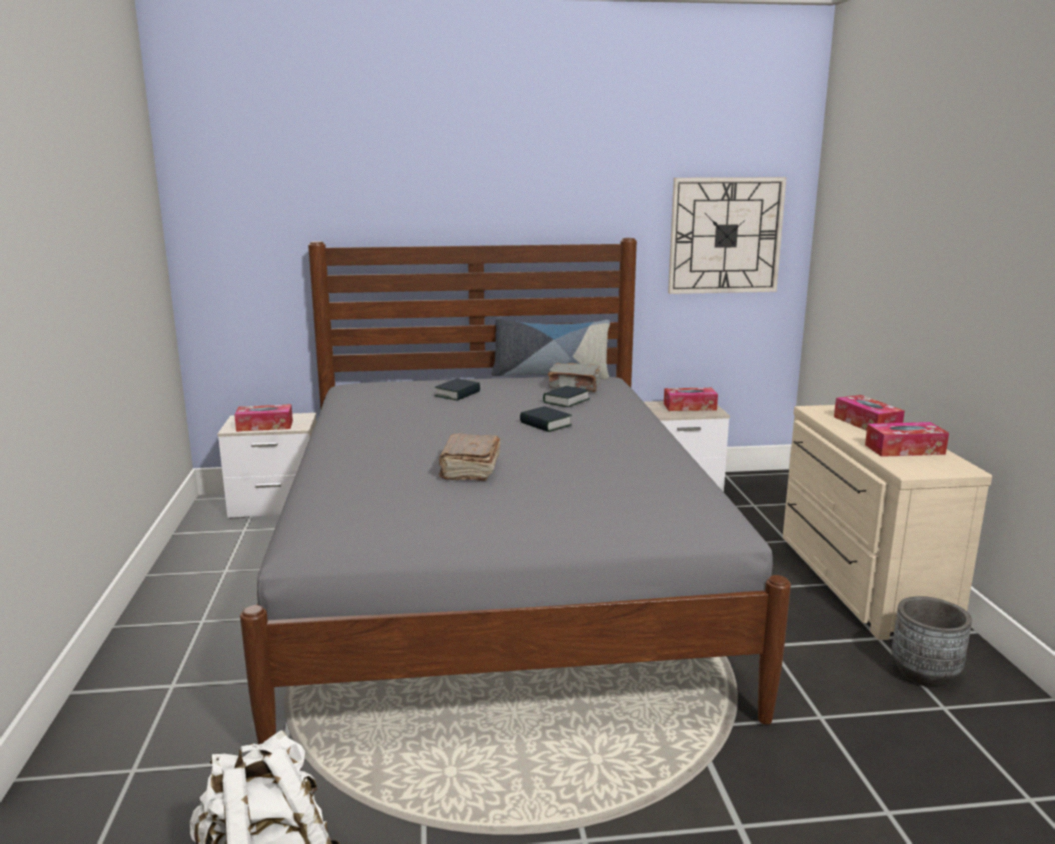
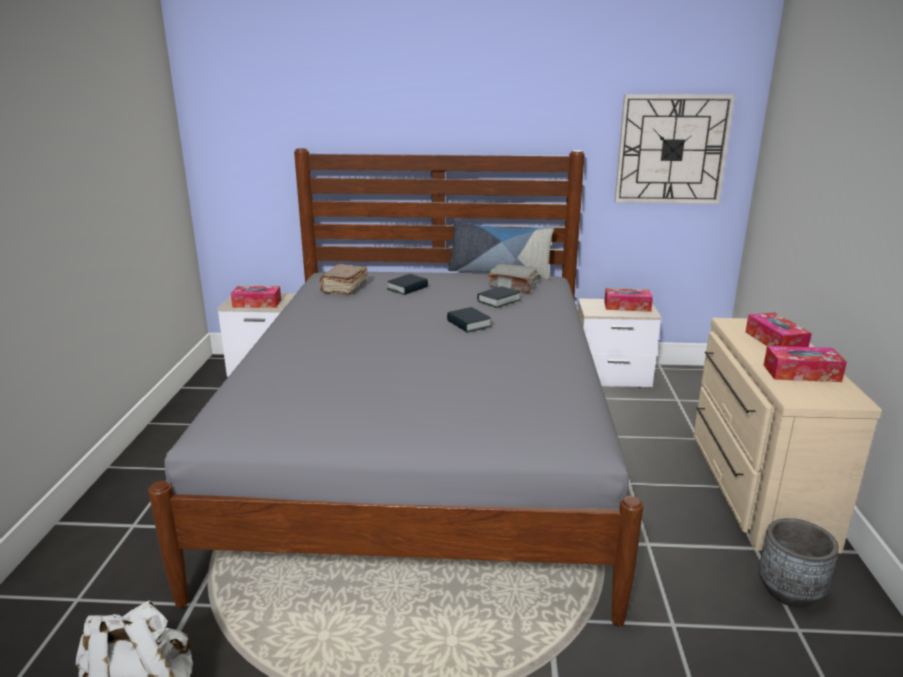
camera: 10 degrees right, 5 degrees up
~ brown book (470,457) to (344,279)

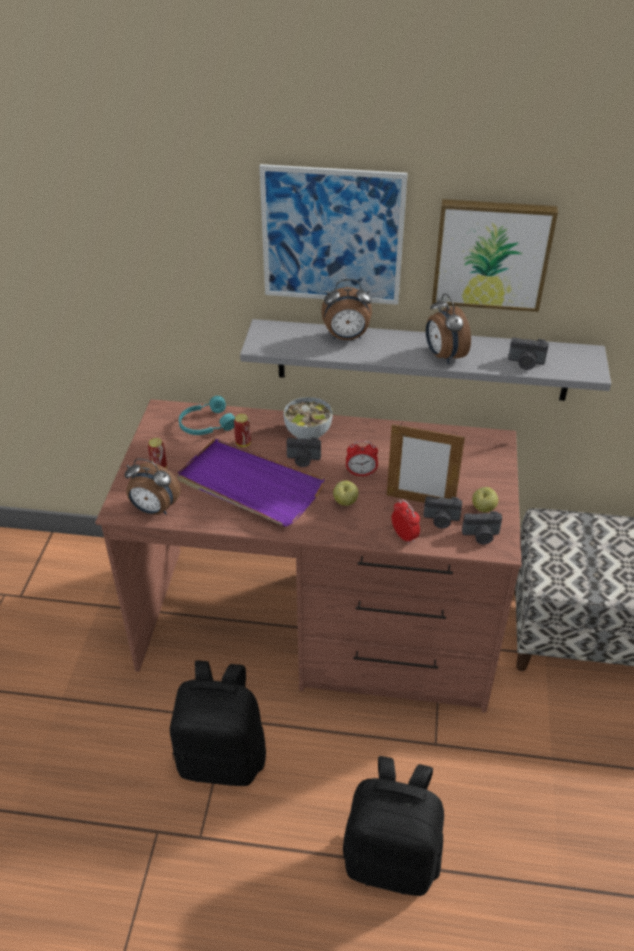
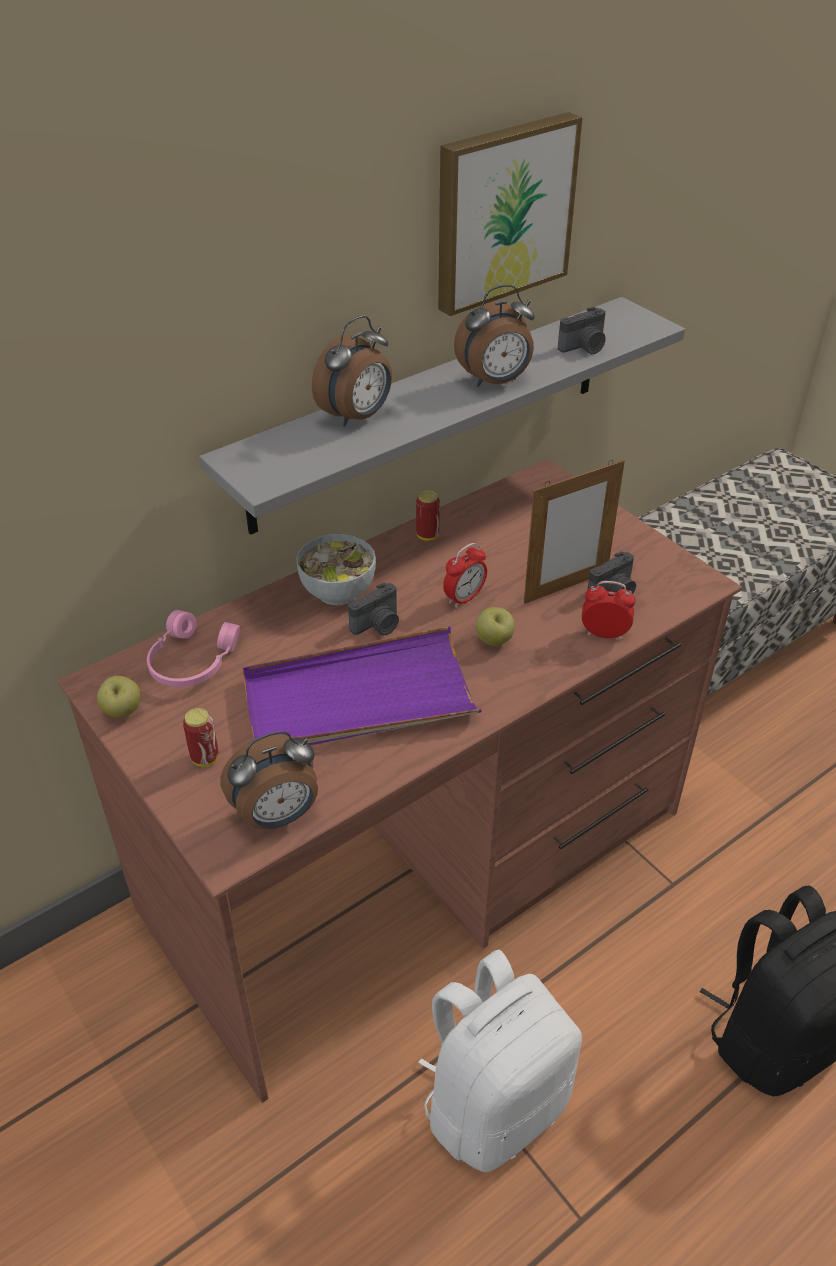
camera: 45 degrees left, 0 degrees up
- picture (333,234)
~ alarm clock (448,329) = (494,336) 45 degrees counterclockwise
~ turquoise headphones (207,415) to pink headphones (193,648)
~ can (242,430) to (428,515)
~ apple (485,499) to (119,697)
- photo camera (482,528)
~ black backpack (218,723) to white backpack (500,1061)

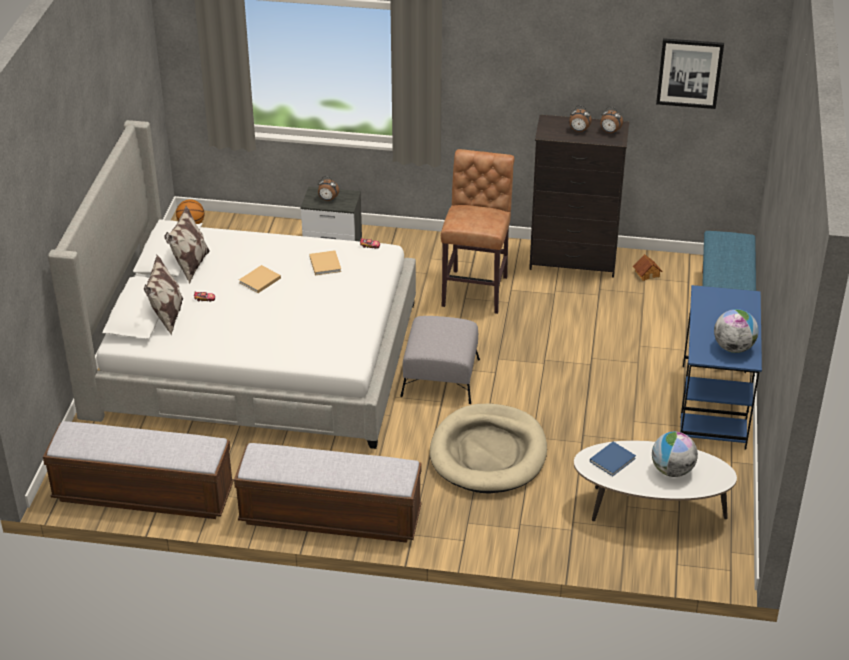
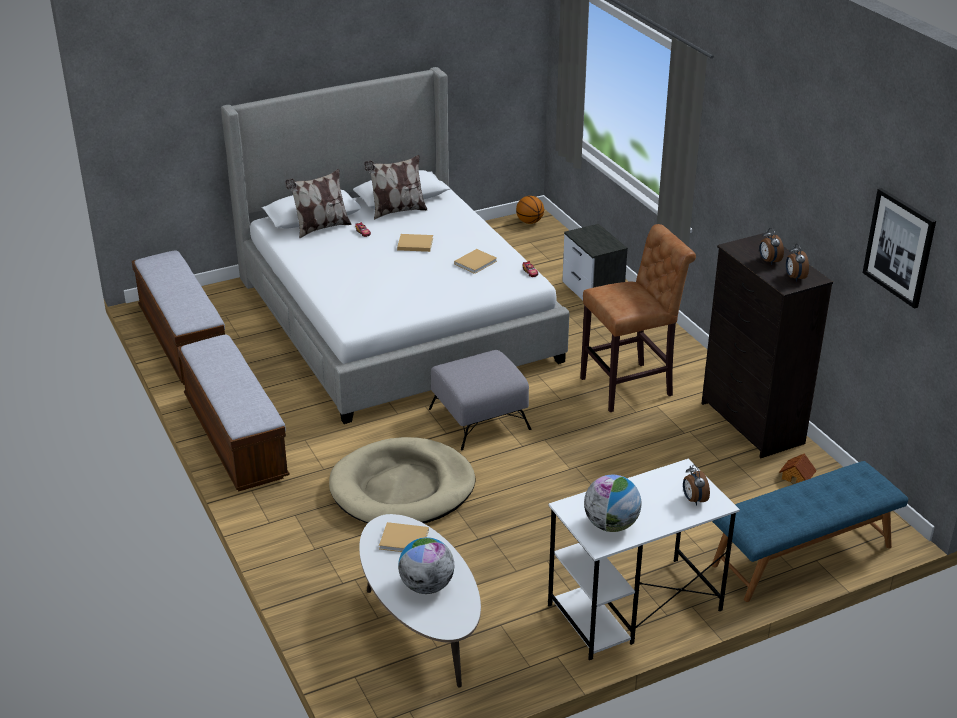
camera: 55 degrees right, 5 degrees down
~ alarm clock (328,188) to (696,485)
~ blue desk (721,367) to white desk (644,559)
~ blue book (613,459) to beige book (404,537)

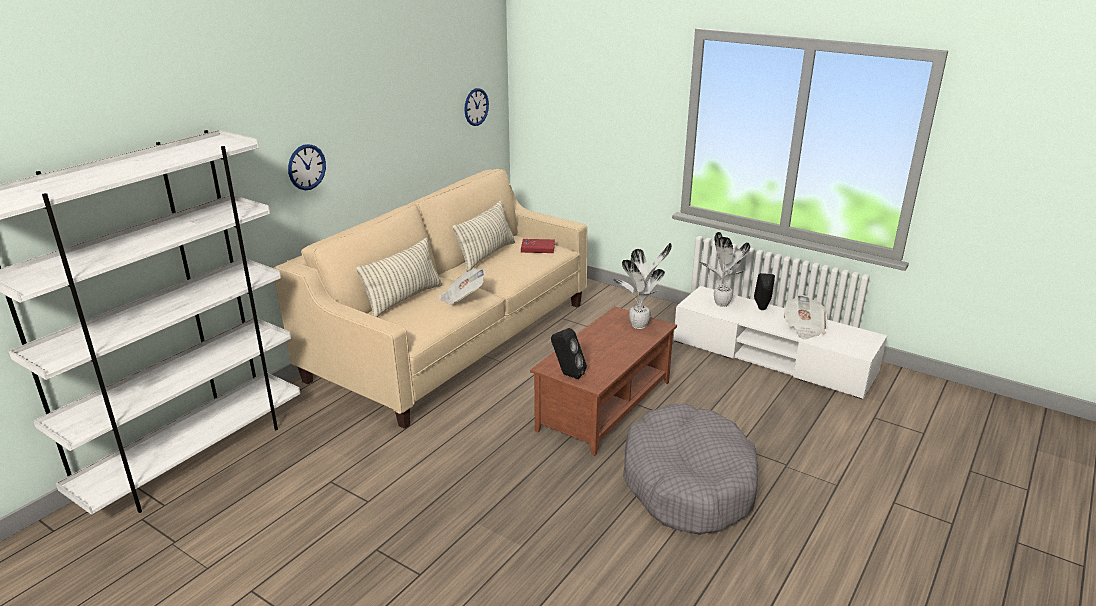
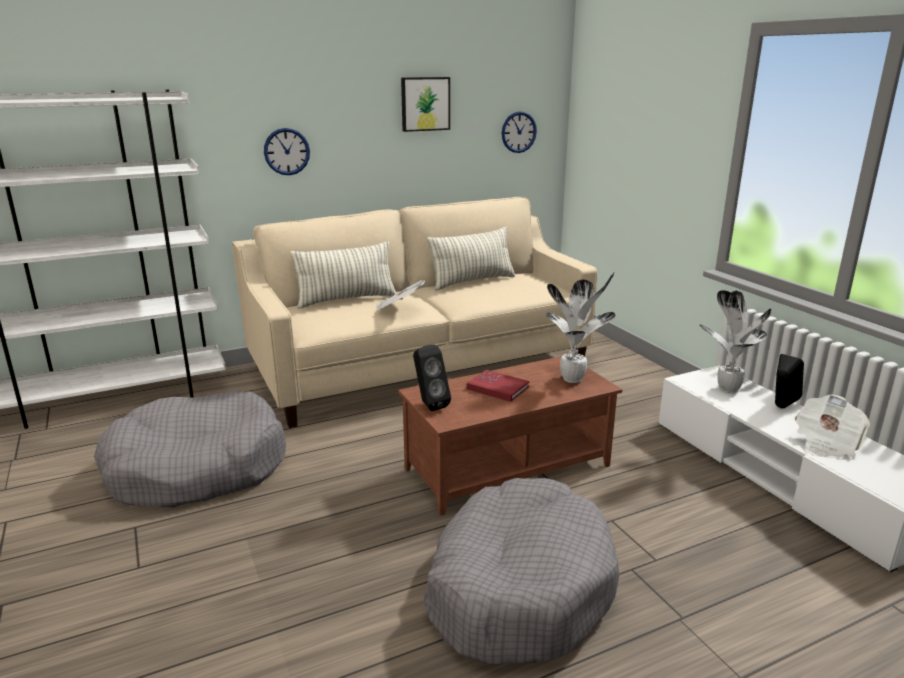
camera: 30 degrees right, 5 degrees down
~ red book (538,246) to (498,386)
+ picture (425,104)
+ grey dog bed (190,449)

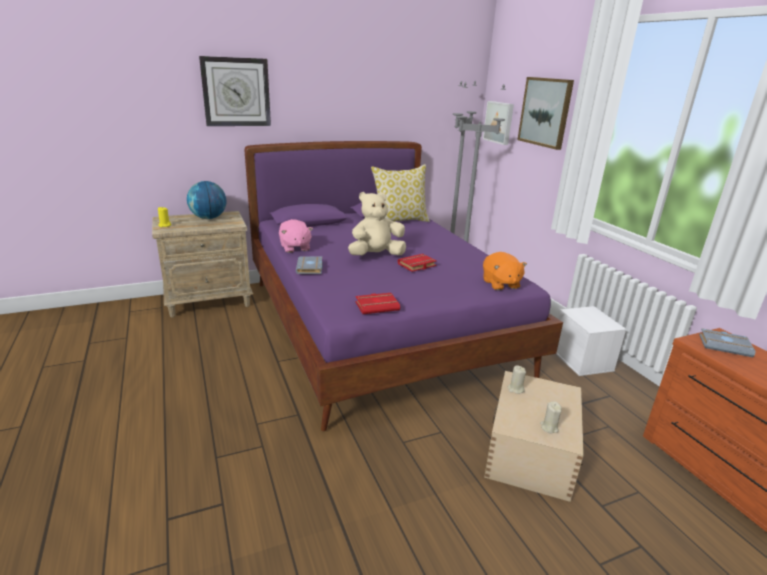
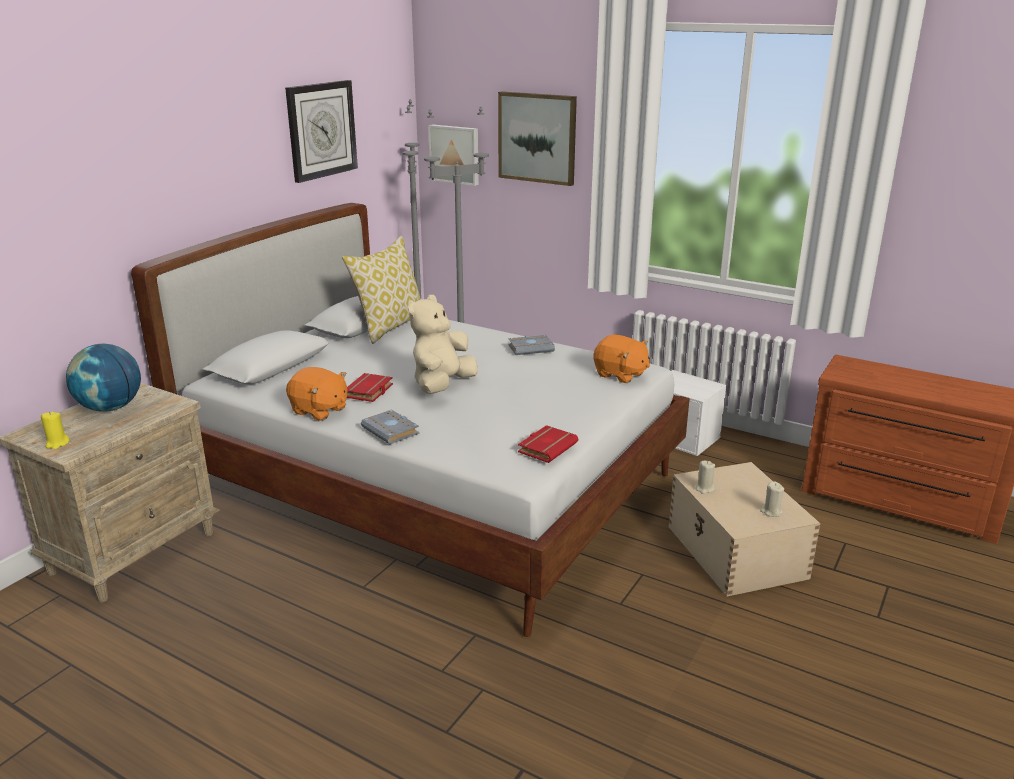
camera: 35 degrees left, 0 degrees up
~ wall clock (235,91) to (321,131)
~ purple bed (403,286) to white bed (410,420)
~ pink plush toy (296,236) to orange plush toy (316,394)
~ red book (417,263) to (370,387)
~ grey book (727,342) to (531,345)

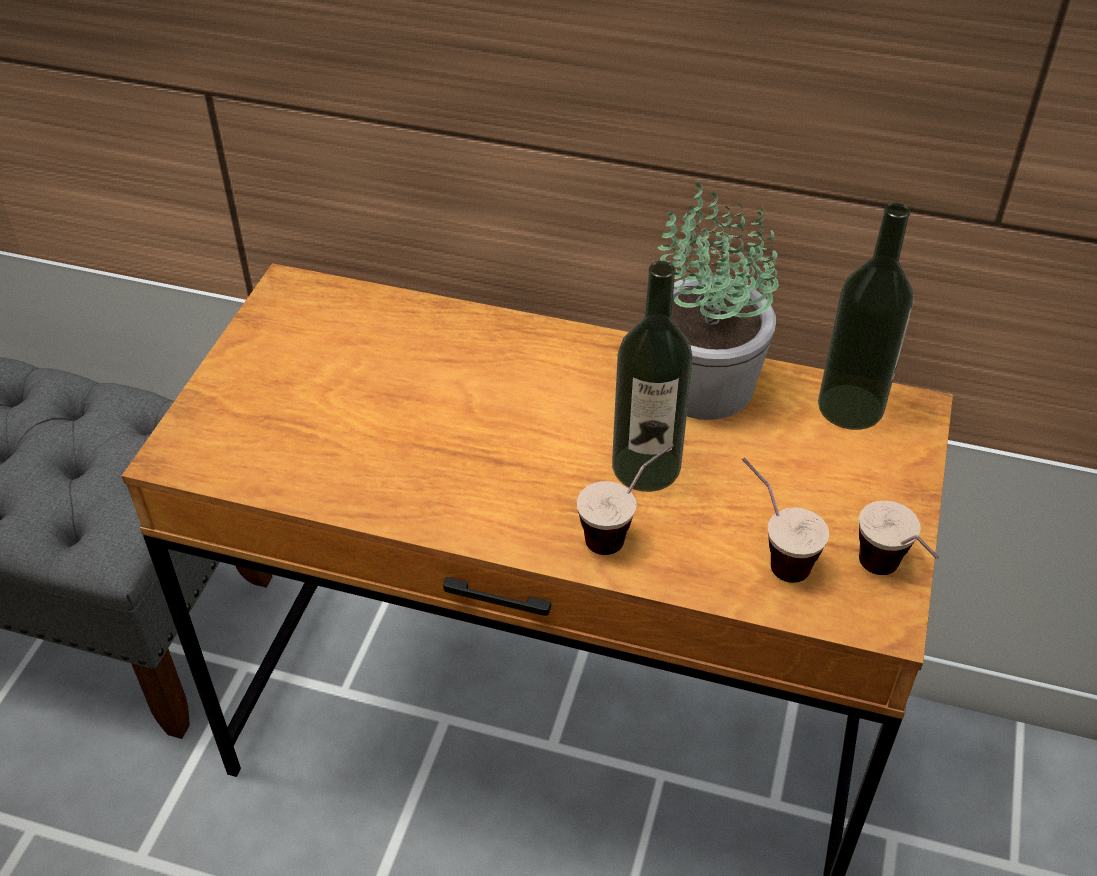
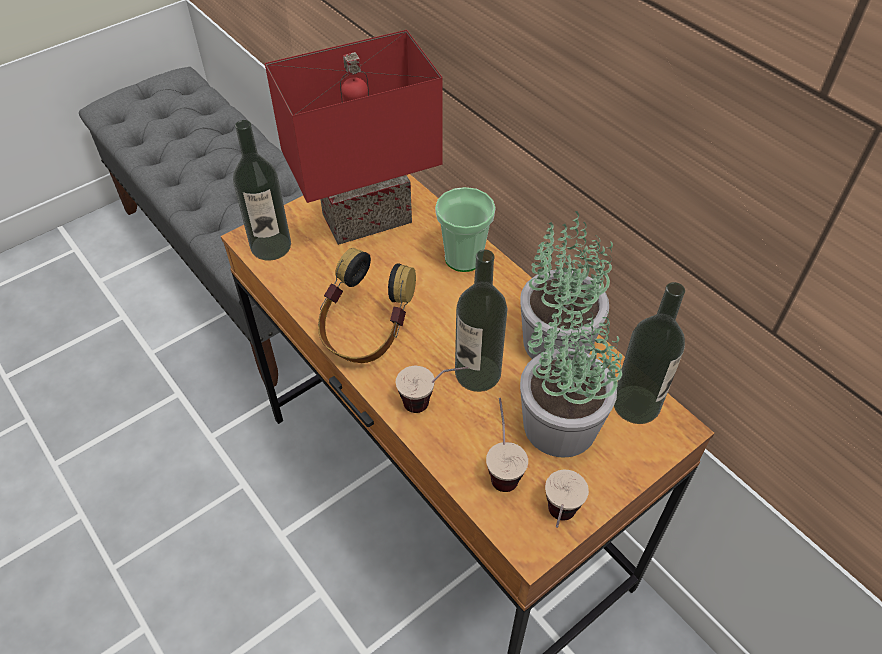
camera: 35 degrees right, 5 degrees up
+ red table lamp (354,137)
+ bottle (262,190)
+ cup (465,229)
+ headphones (367,305)
+ potted plant (571,377)

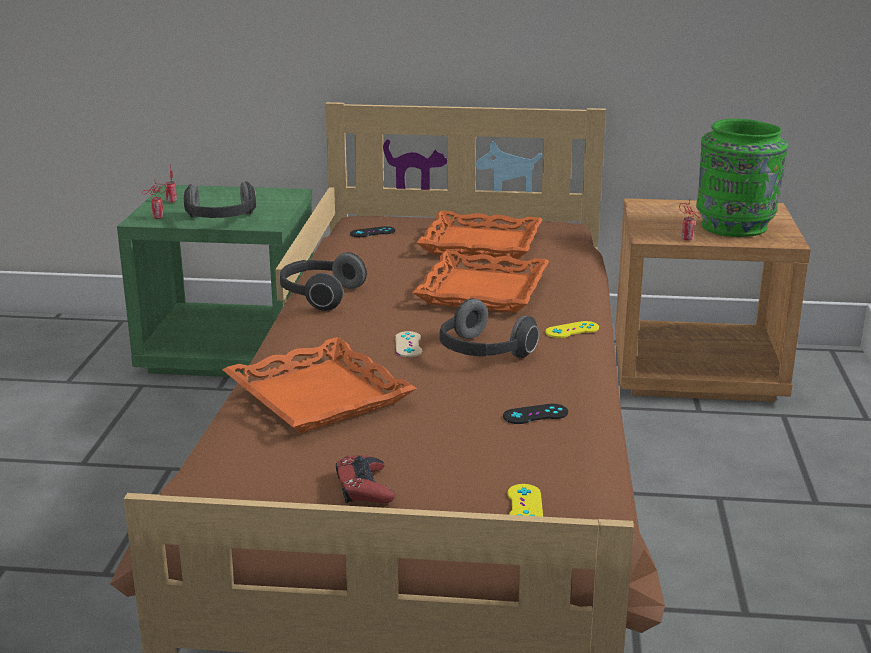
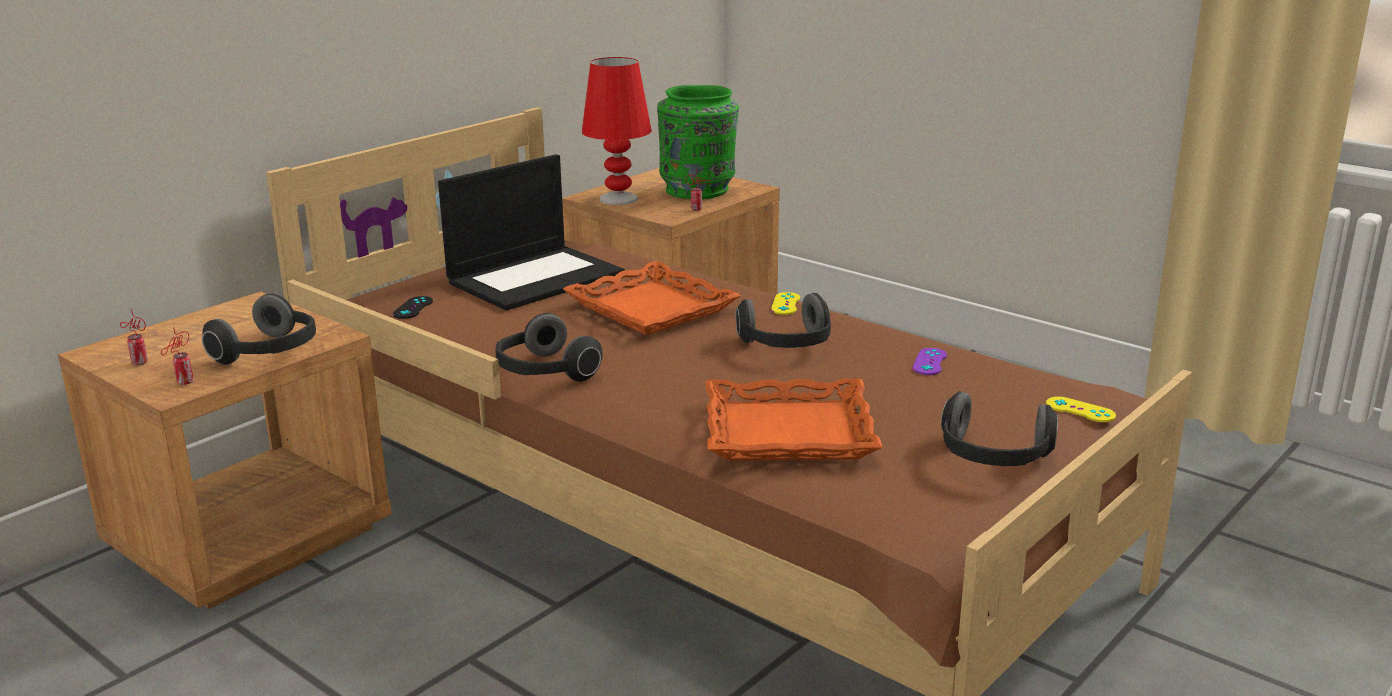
camera: 55 degrees left, 0 degrees up
~ green nightstand (215,281) to brown nightstand (225,450)
~ orange tray (479,235) to laptop (531,232)
- beige game controller (408,344)
~ black game controller (535,414) to purple game controller (929,361)
~ red game controller (366,479) to headphones (999,428)
+ red table lamp (617,131)

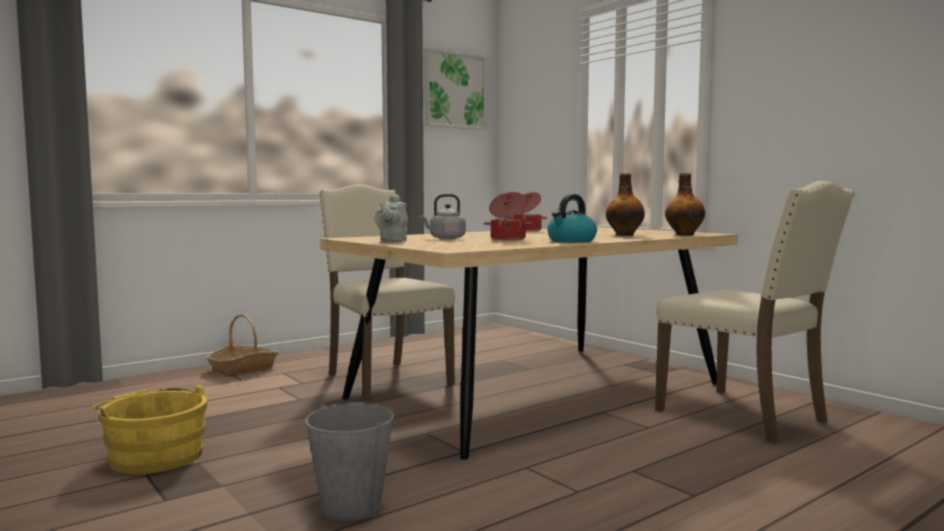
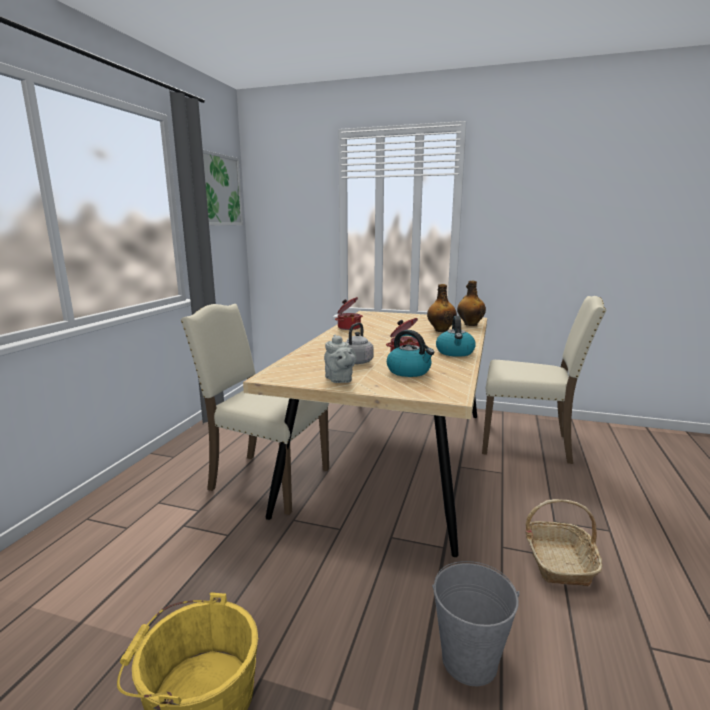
camera: 35 degrees left, 10 degrees up
~ basket (242,345) to (564,542)
+ kettle (411,353)

